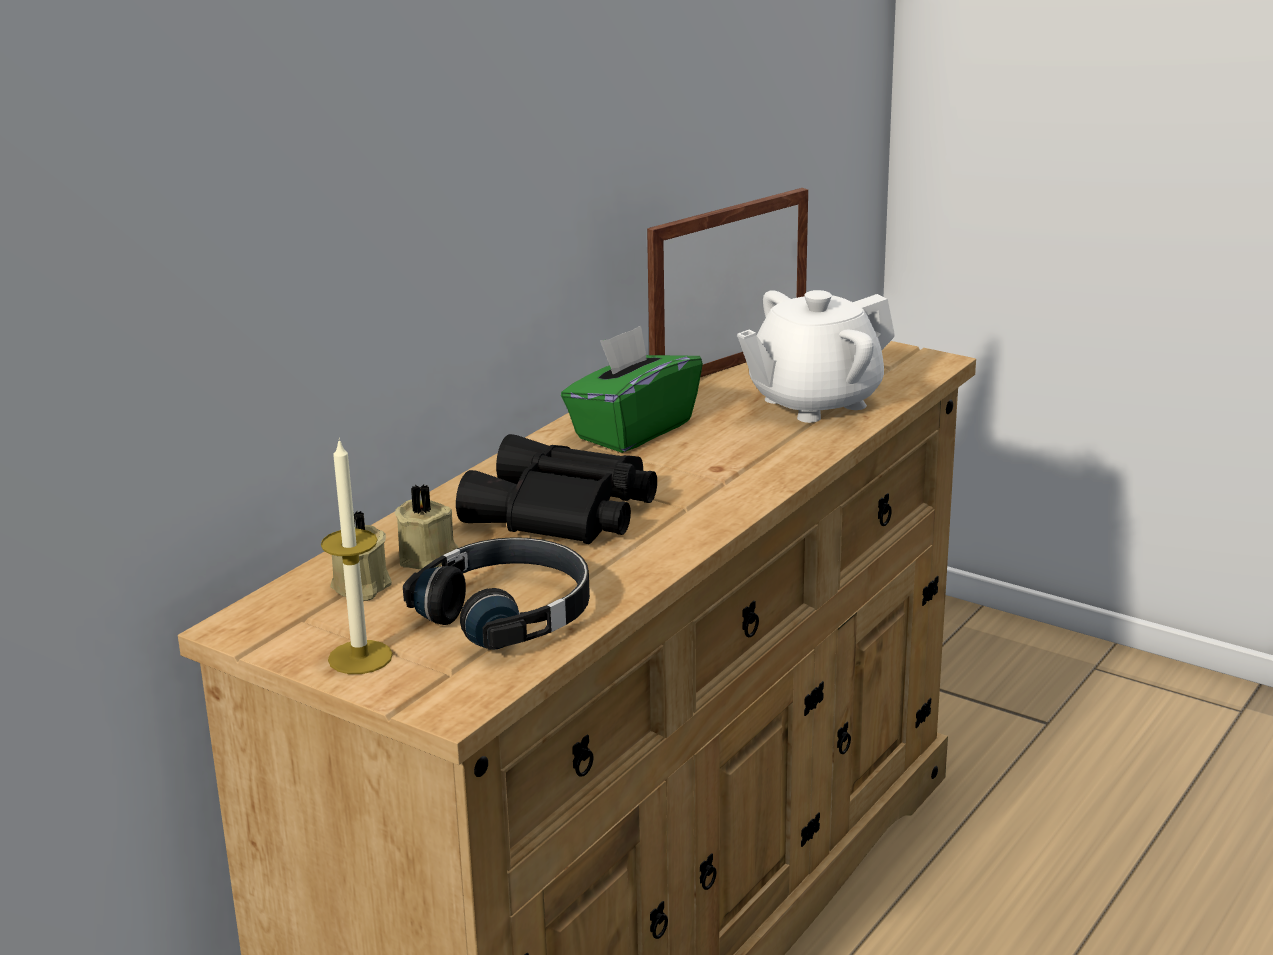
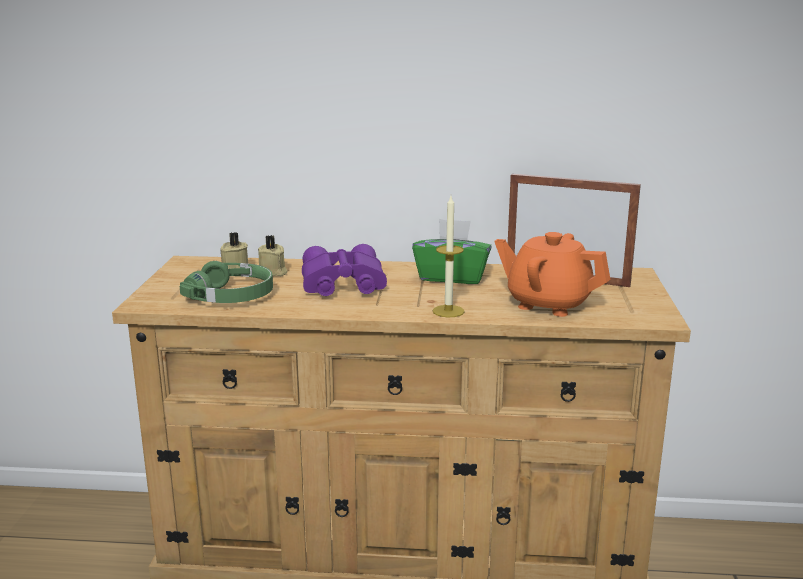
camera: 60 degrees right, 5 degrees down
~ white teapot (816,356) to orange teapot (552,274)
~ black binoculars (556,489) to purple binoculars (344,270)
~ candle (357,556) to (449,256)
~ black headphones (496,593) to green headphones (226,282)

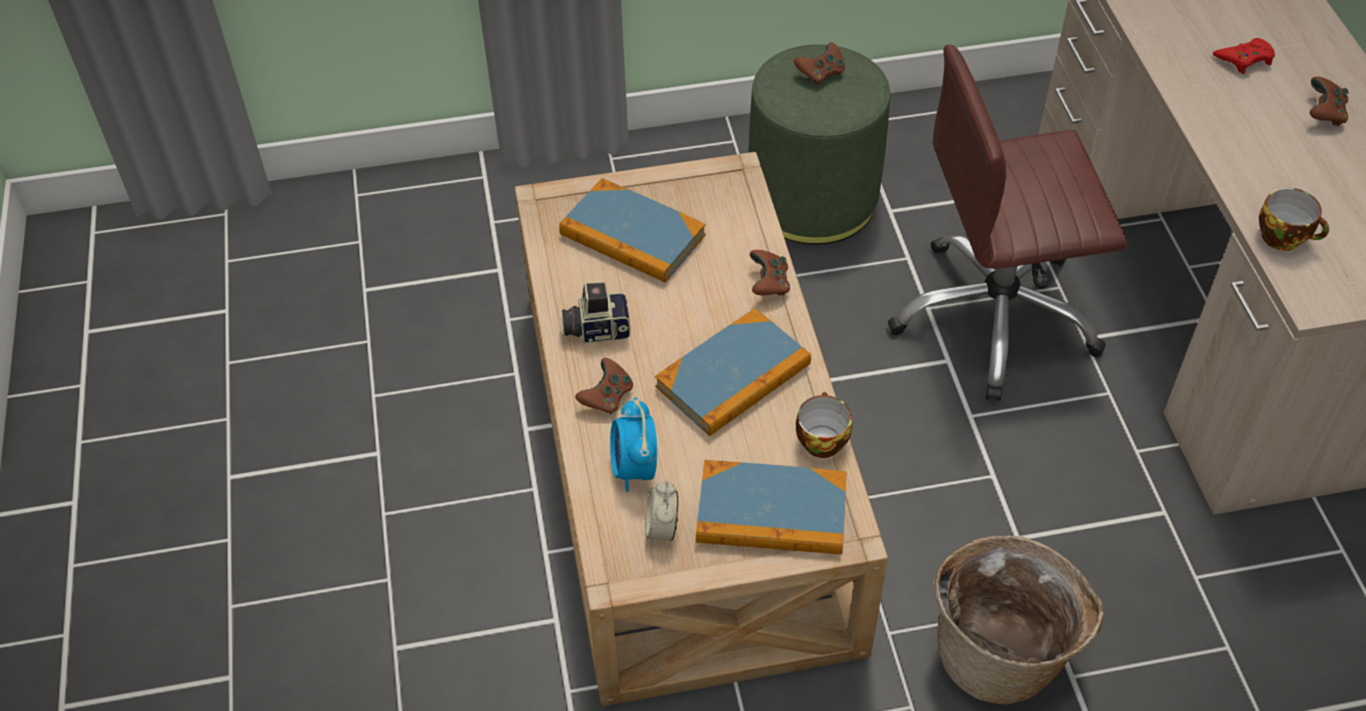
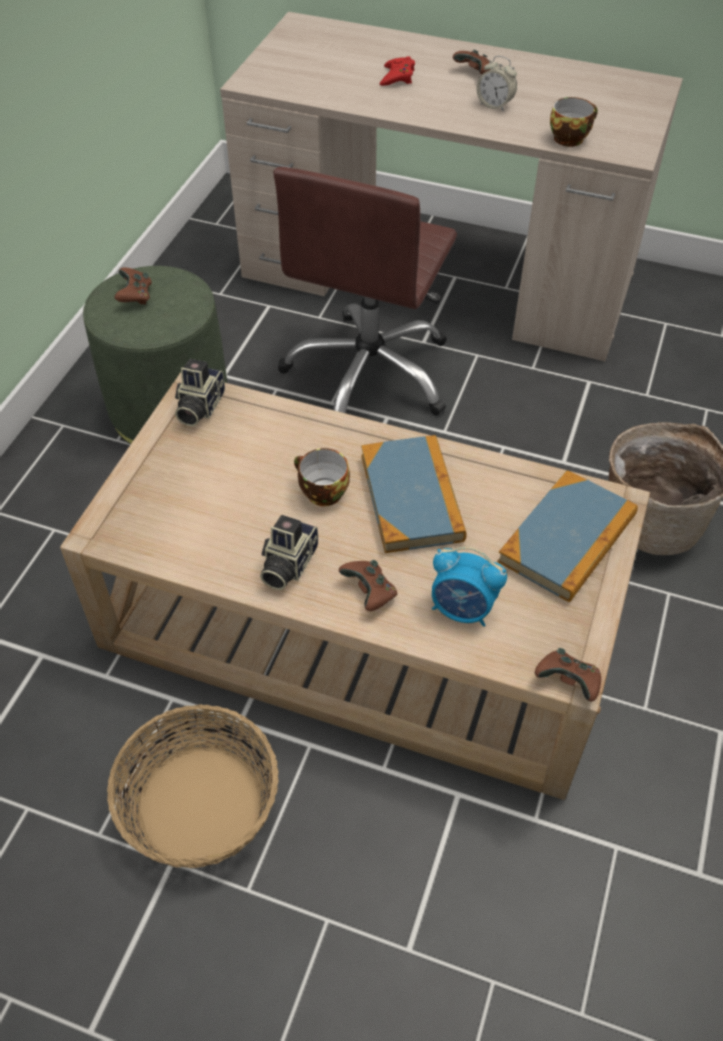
camera: 60 degrees left, 0 degrees up
- book (632,230)
~ brown game controller (770,272) to (568,675)
~ cup (824,425) to (322,477)
~ alarm clock (661,512) to (496,84)
+ photo camera (200,392)
+ basket (193,786)

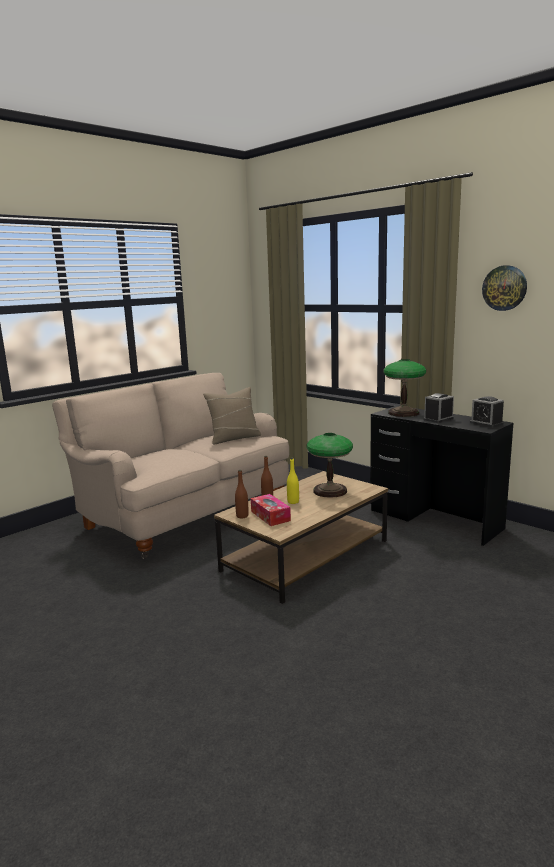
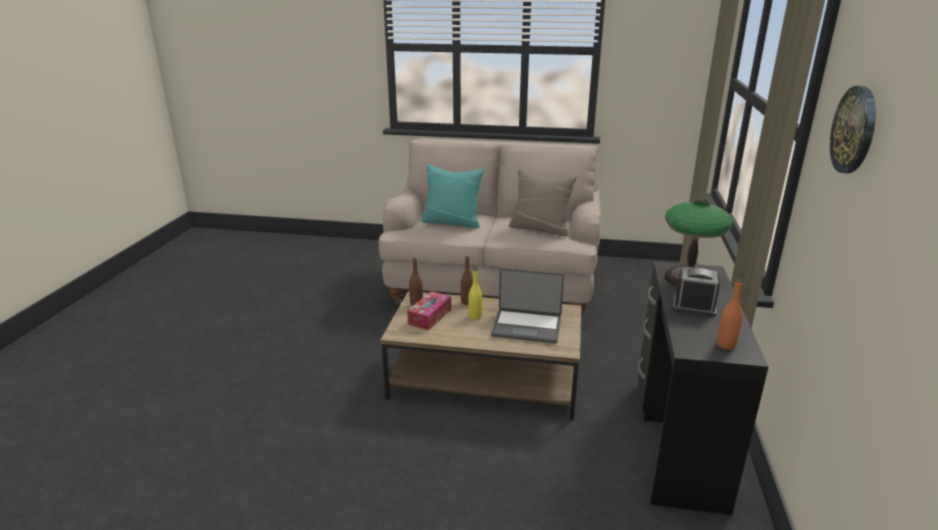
camera: 55 degrees right, 10 degrees up
~ alarm clock (487,411) to orange bottle (729,314)
~ table lamp (329,465) to laptop (527,306)
+ turquoise pillow (452,196)

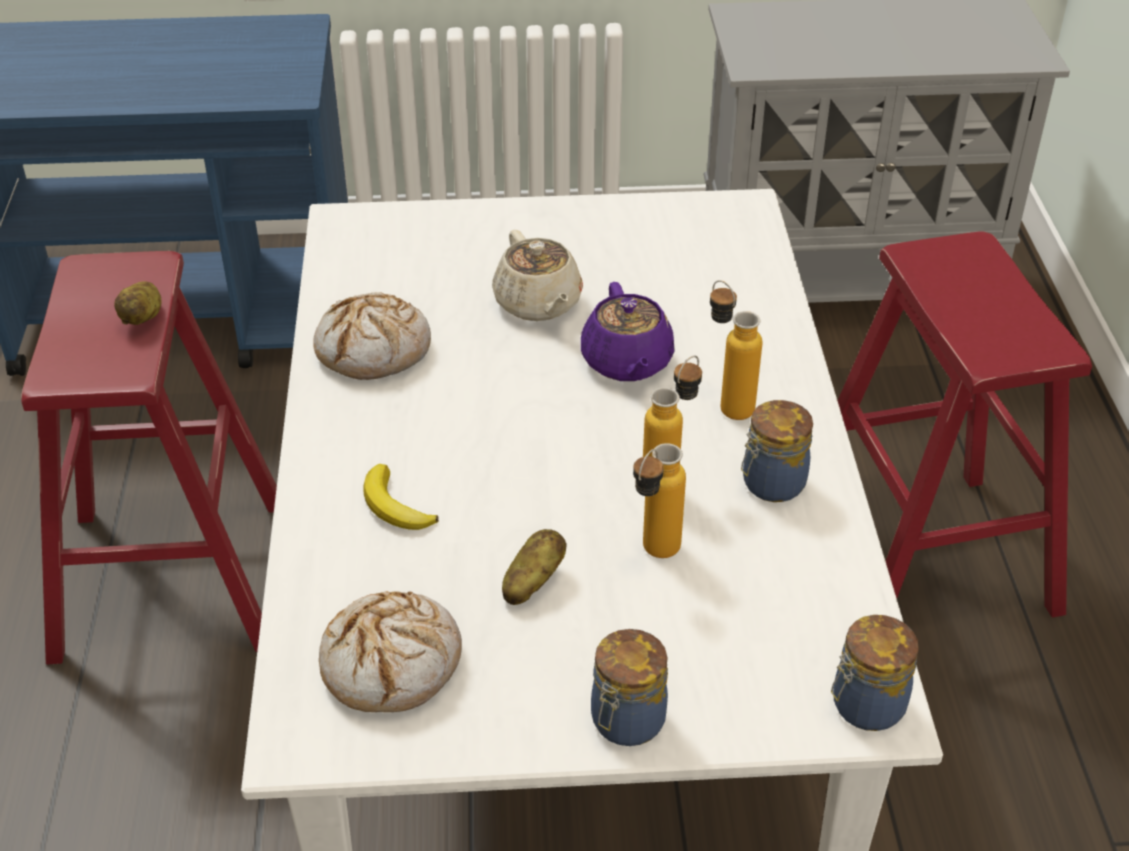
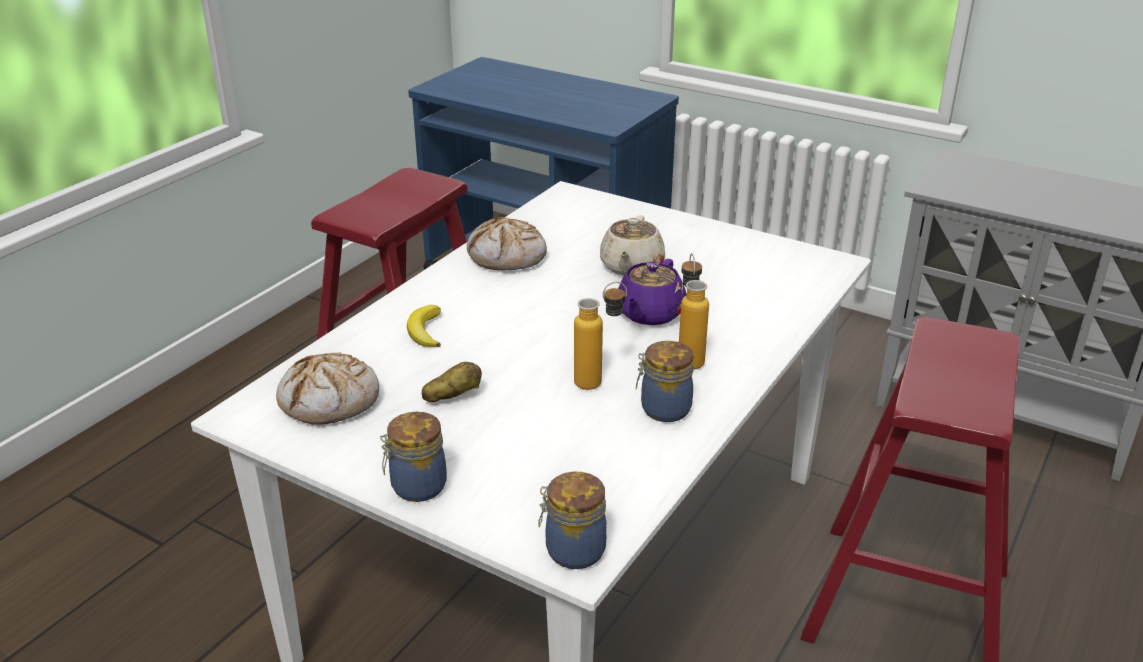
camera: 35 degrees right, 10 degrees down
- potato (137,303)
- bottle (659,500)

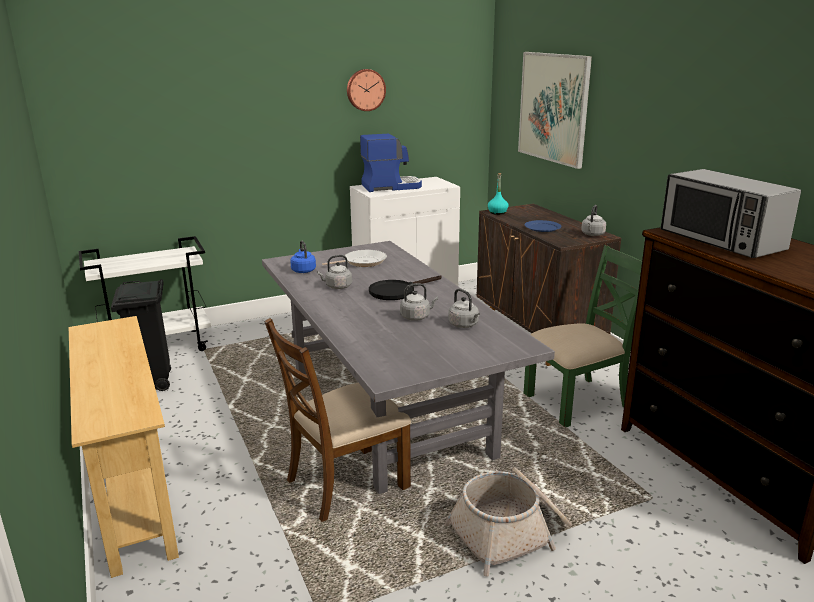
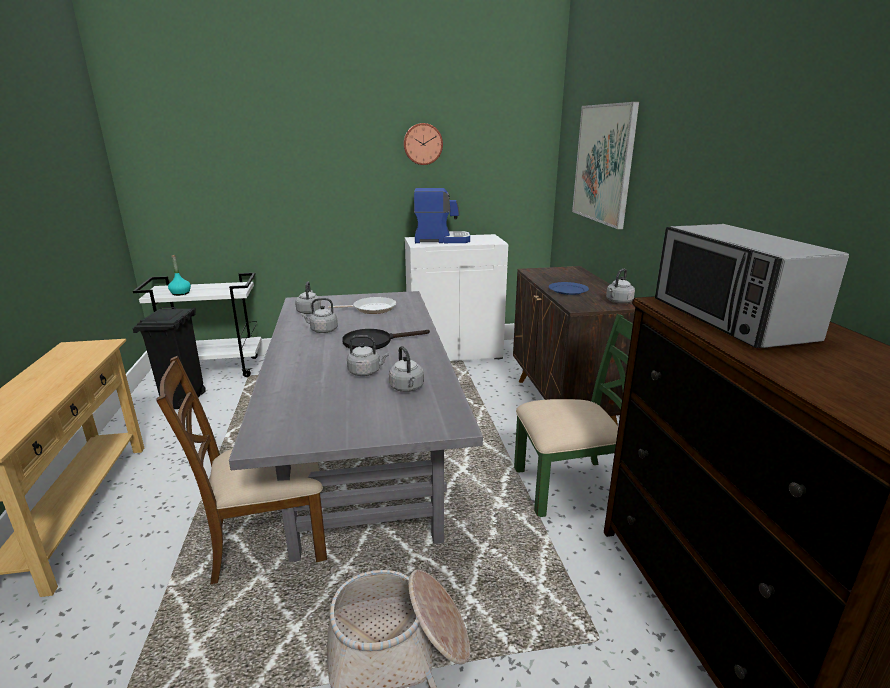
camera: 15 degrees right, 0 degrees up
~ turquoise bottle (498,194) to (179,275)
~ blue kettle (303,257) to grey kettle (308,298)

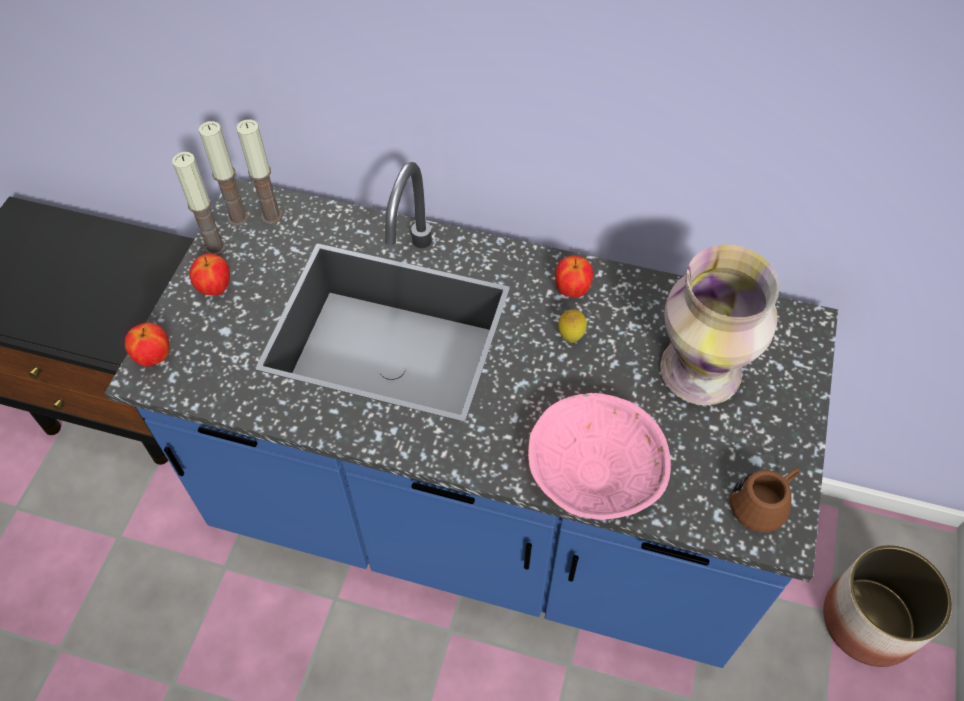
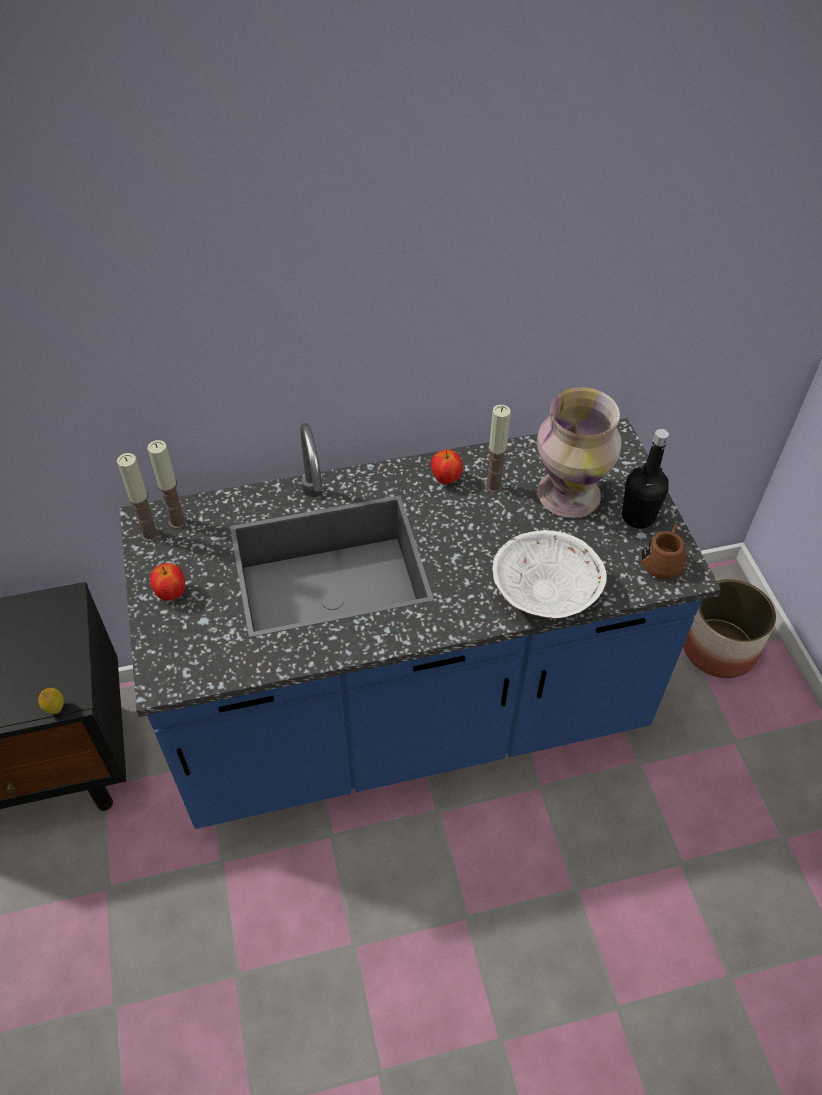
camera: 30 degrees left, 5 degrees down
~ candle (199,203) to (498,449)
~ lemon (572,326) to (51,701)
- apple (147,345)
~ pink bowl (599,456) to white bowl (550,574)
+ black bottle (645,479)

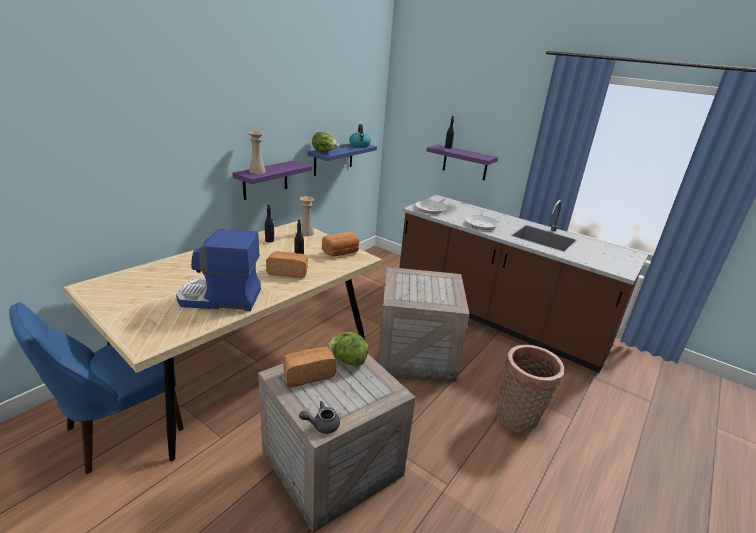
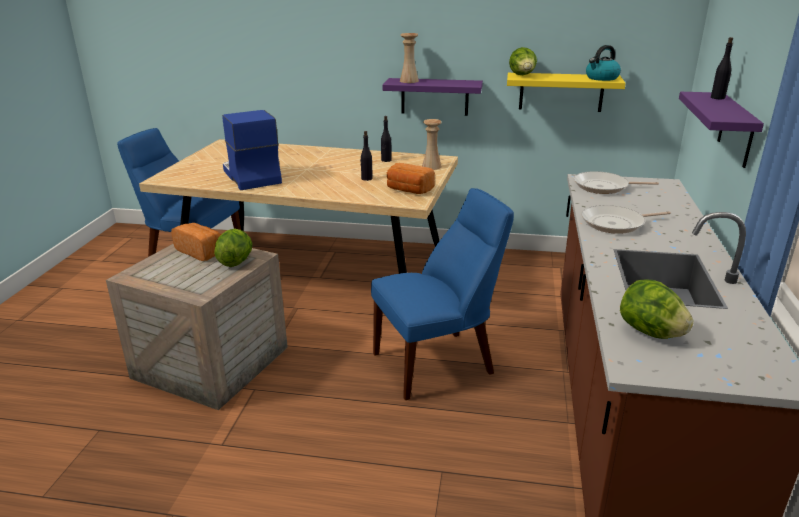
camera: 65 degrees right, 0 degrees up
~ blue shelf (342,159) to yellow shelf (566,92)
- bread (287,264)
~ crate (424,324) to blue chair (442,294)
- basket (530,389)
- grey teapot (319,417)
+ lettuce (657,309)

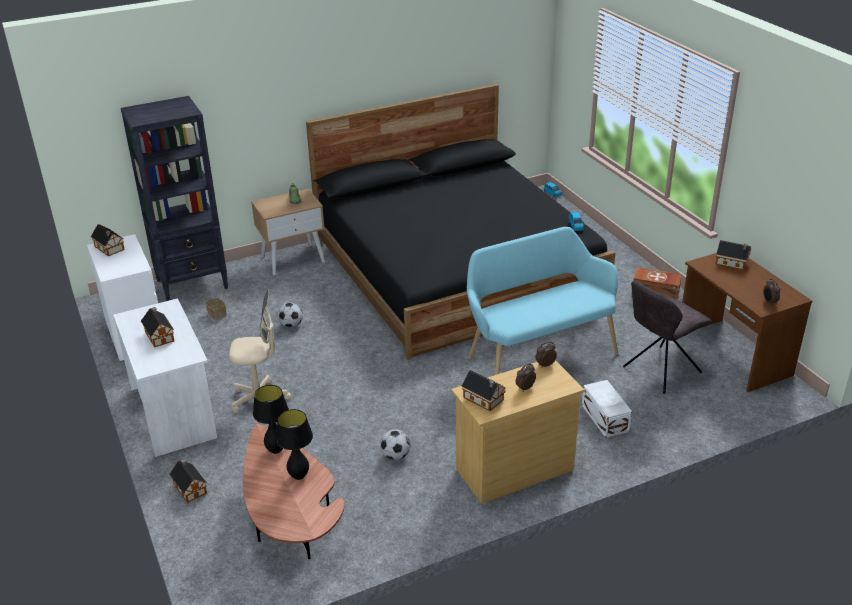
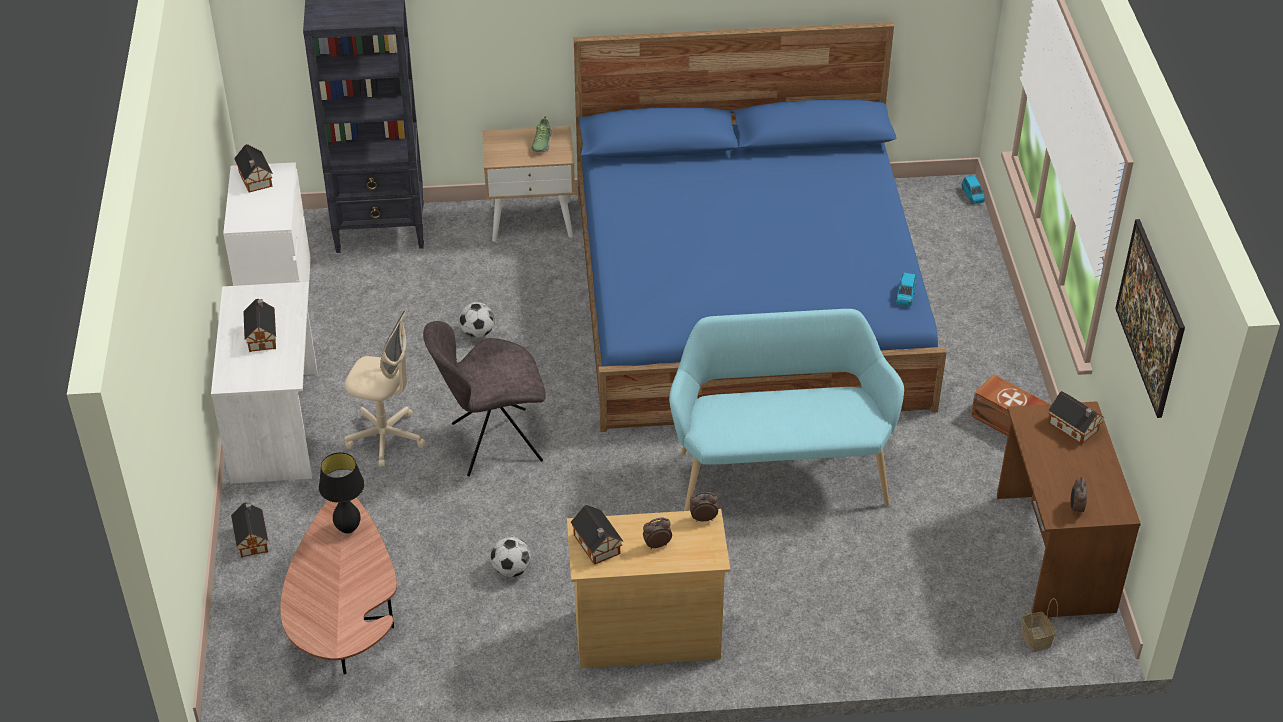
camera: 20 degrees right, 10 degrees up
~ black bed (460,222) to blue bed (760,227)
~ grey chair (667,337) to (484,398)
~ basket (215,301) to (1039,625)
- white storage box (607,409)
- black table lamp (294,444)
+ picture (1150,318)

